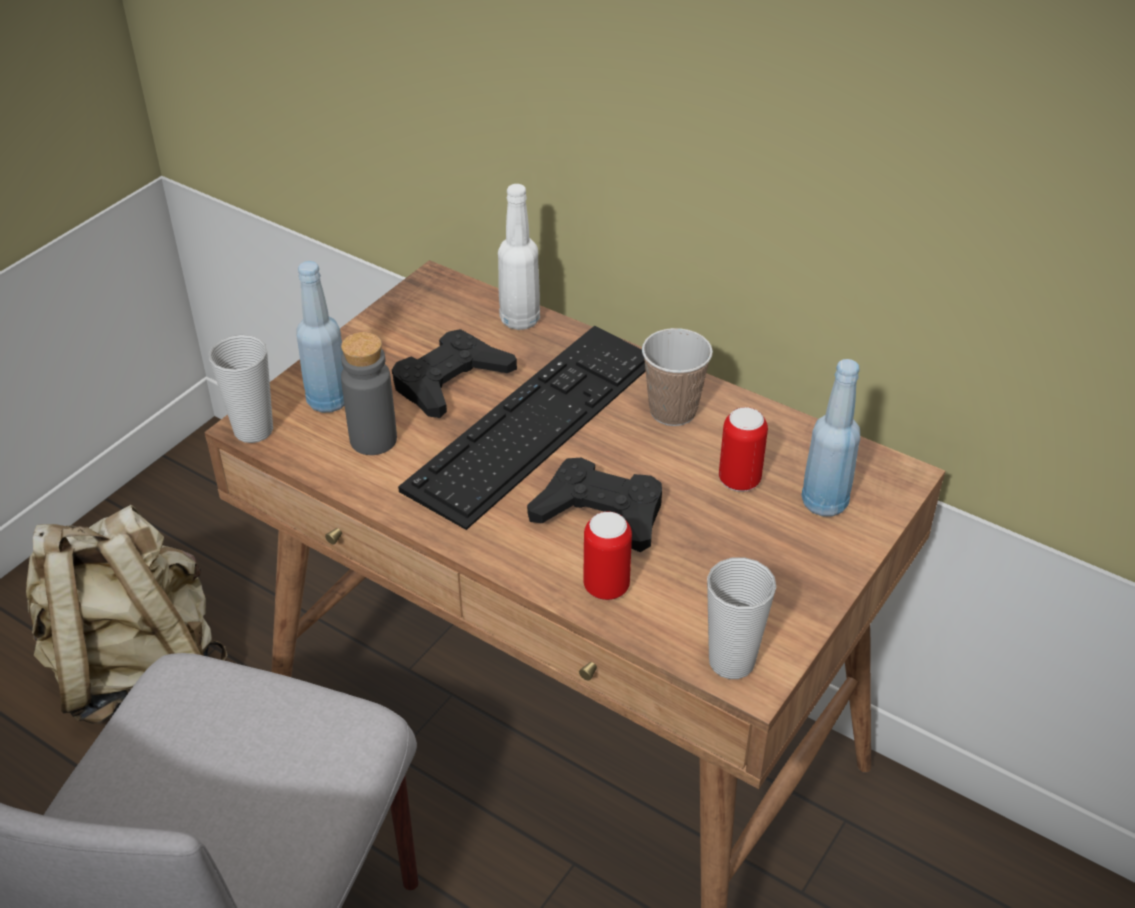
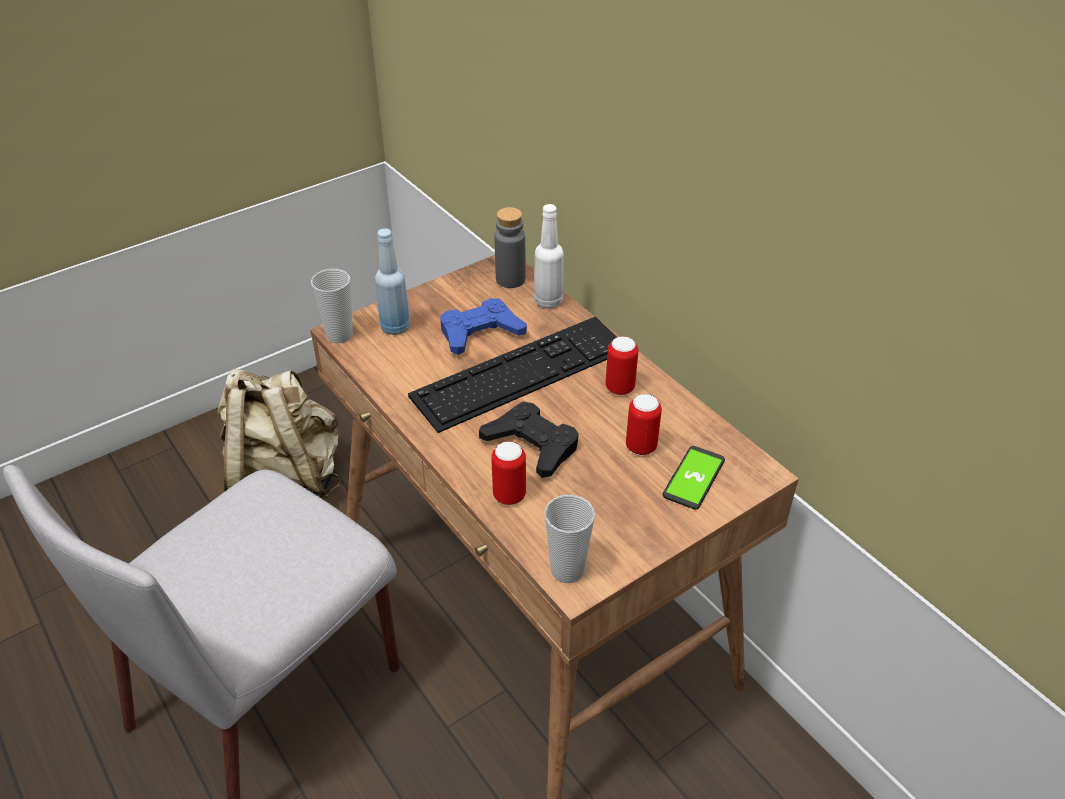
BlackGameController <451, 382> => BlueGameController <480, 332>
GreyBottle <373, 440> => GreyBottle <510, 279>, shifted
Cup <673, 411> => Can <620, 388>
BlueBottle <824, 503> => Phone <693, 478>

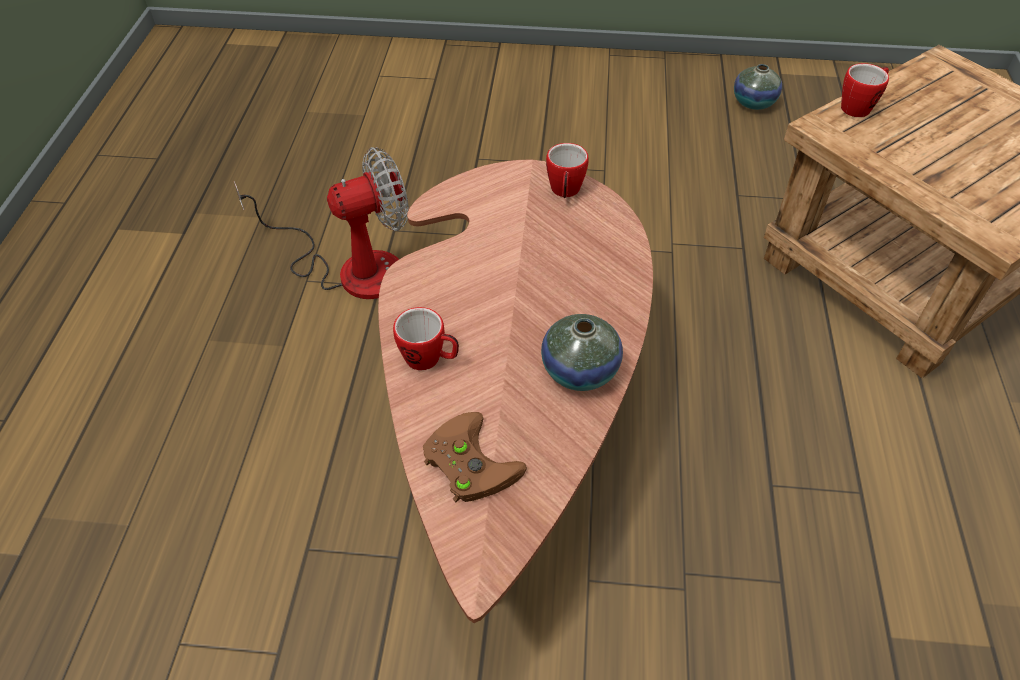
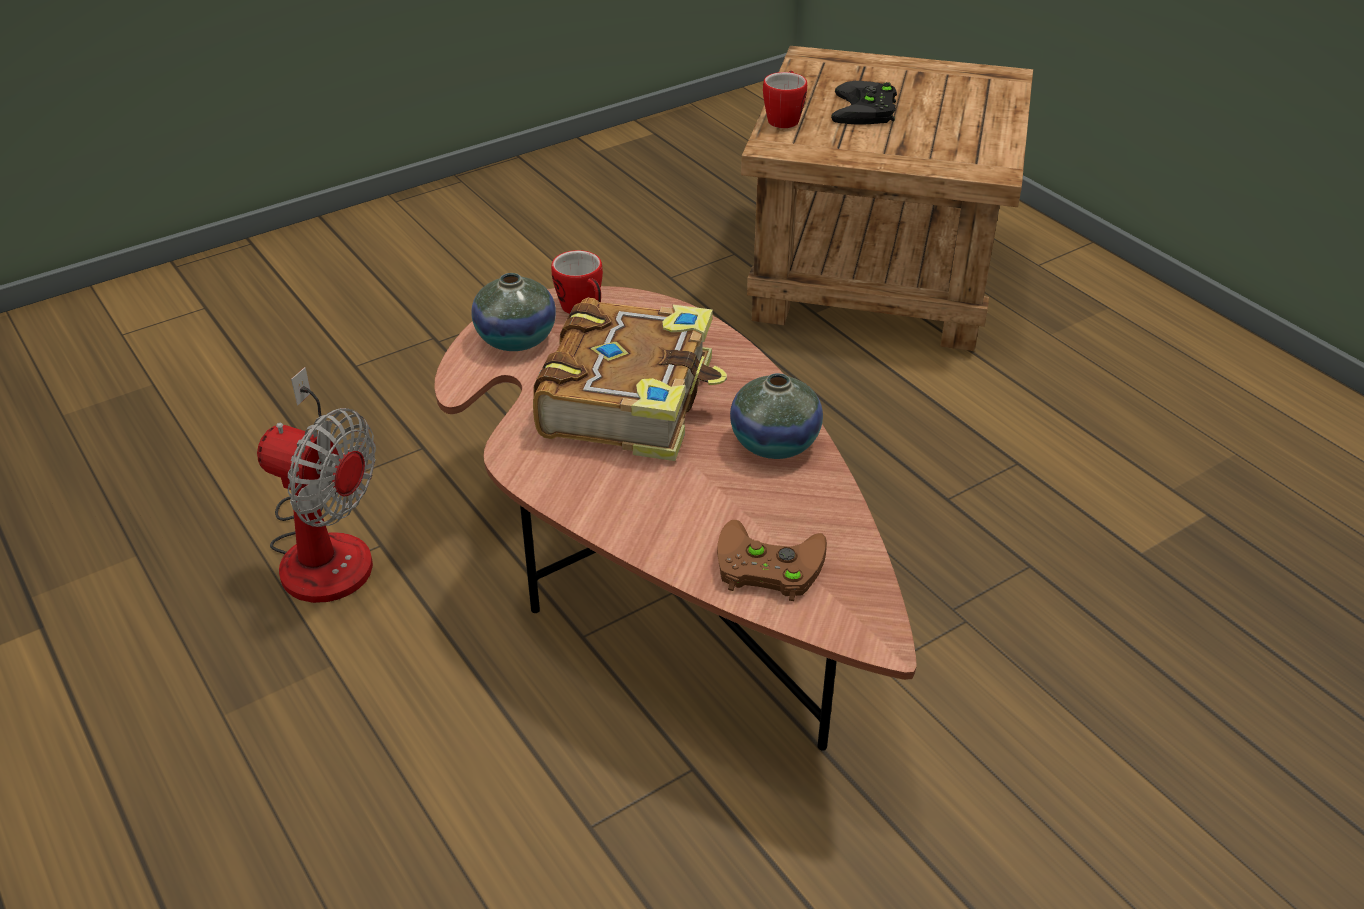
Fan <351, 268> => Fan <326, 545>, 90 degrees clockwise
Vase <753, 102> => Vase <516, 339>, shifted
nothing => Book <631, 399>
nothing => BlackGameController <867, 110>
Mug <430, 359> => nothing

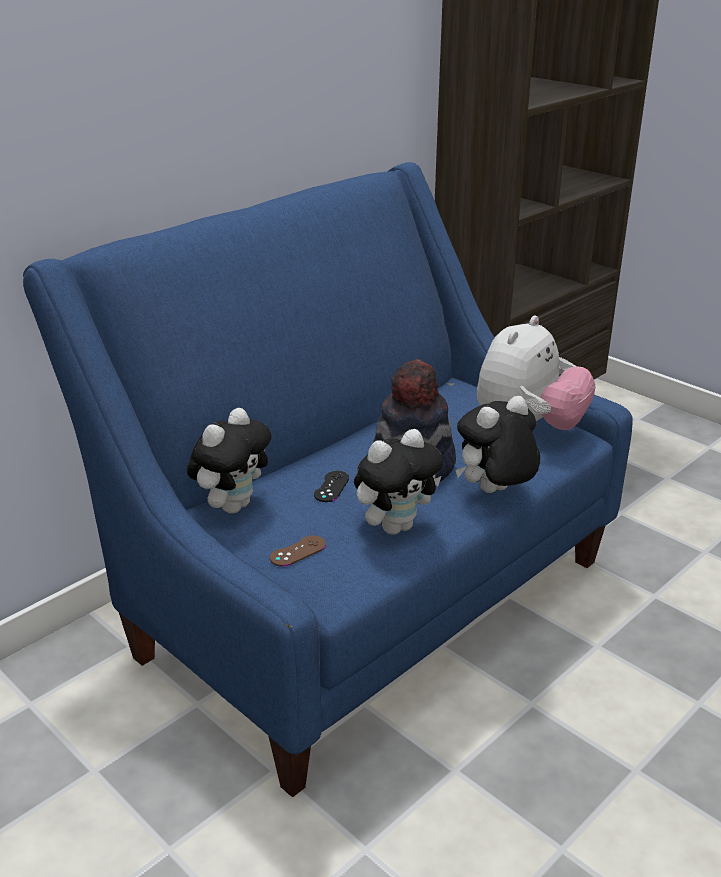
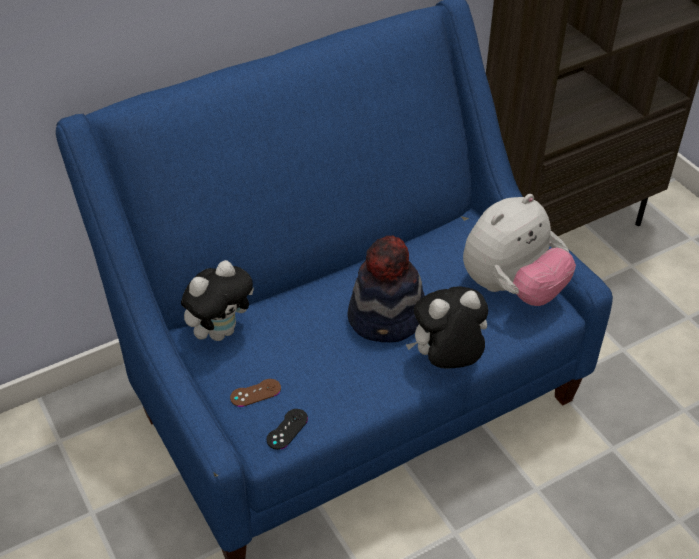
BlackGameController <331, 487> => BlackGameController <287, 429>, shifted
PlushToy <396, 526> => nothing

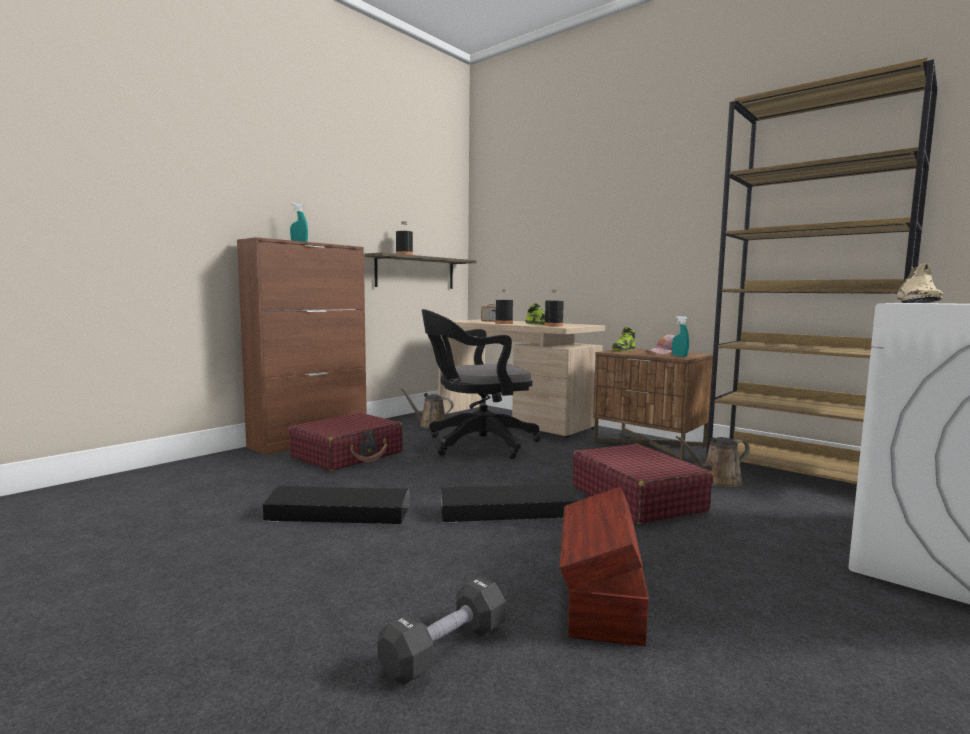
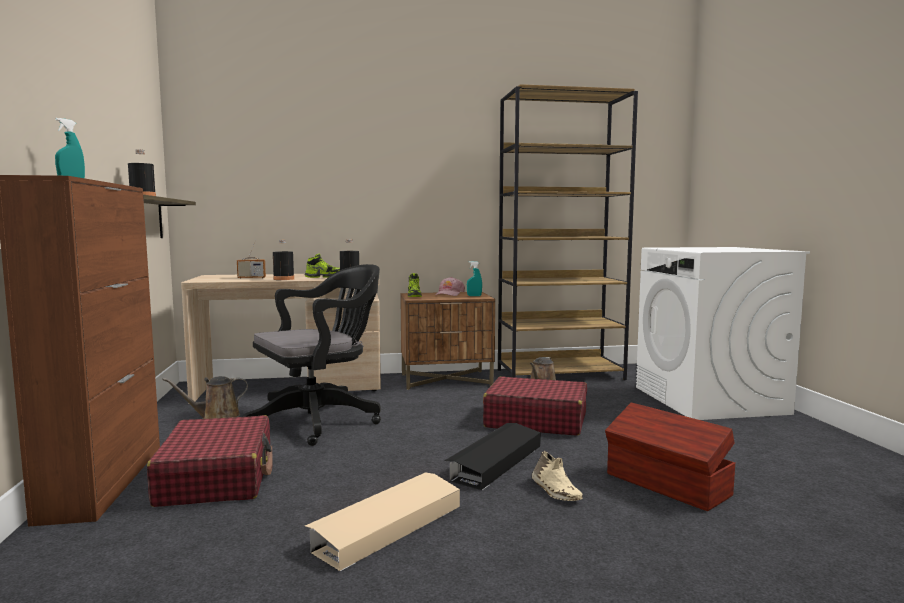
BlackOfficeChair <476, 444> => BlackOfficeChair <320, 420>, 150 degrees counterclockwise
BlackStorageBox <338, 514> => BeigeStorageBox <387, 527>
BeigeShoe <916, 302> => BeigeShoe <555, 491>, shifted
BlackDumbbell <445, 649> => nothing

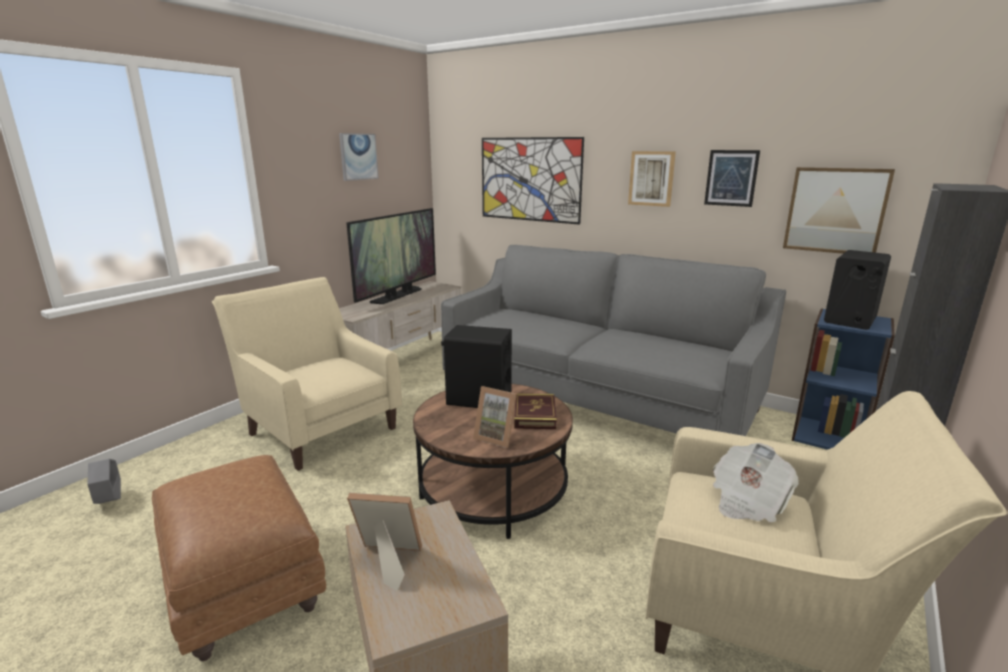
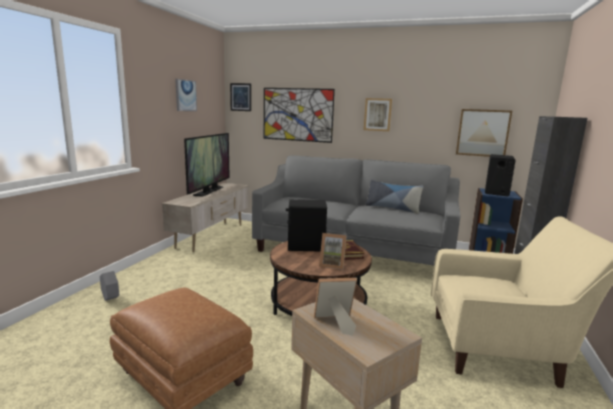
GreyPlanter <110, 501> => GreyPlanter <110, 299>, shifted
Picture <731, 178> => Picture <240, 97>, shifted
nothing => Pillow <392, 208>
BeigeArmchair <318, 427> => nothing
Newspaper <747, 501> => nothing

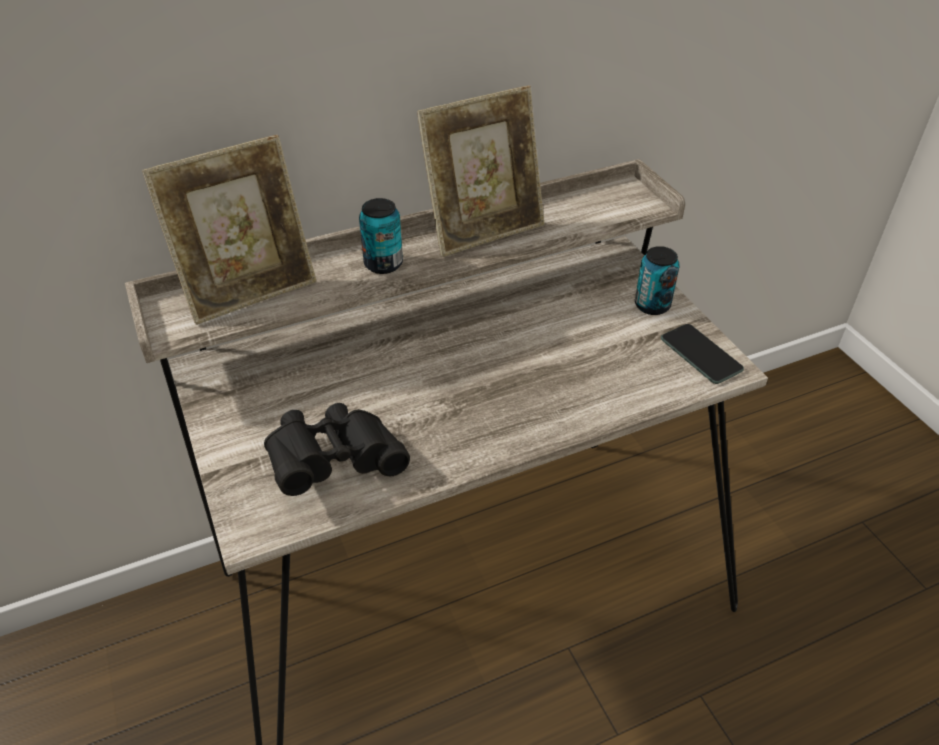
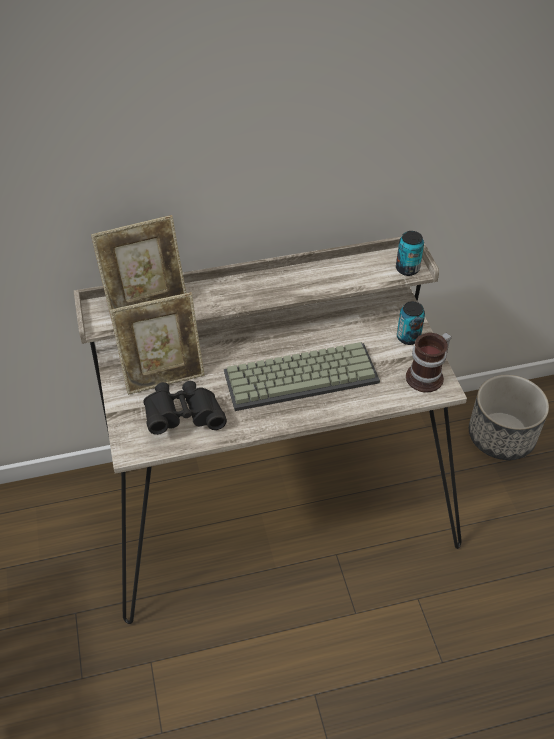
PictureFrame <484, 229> => PictureFrame <163, 374>, shifted
nothing => Keyboard <302, 375>
Can <383, 264> => Can <407, 269>, shifted
Phone <701, 354> => Mug <428, 376>
nothing => Planter <501, 436>

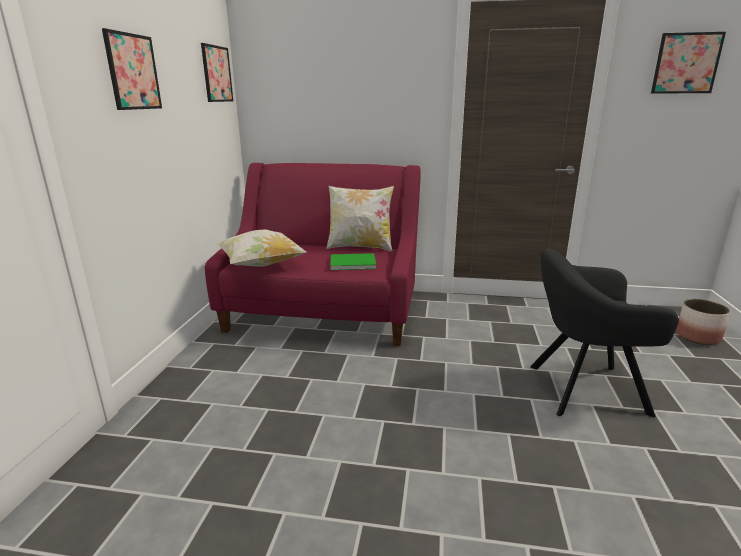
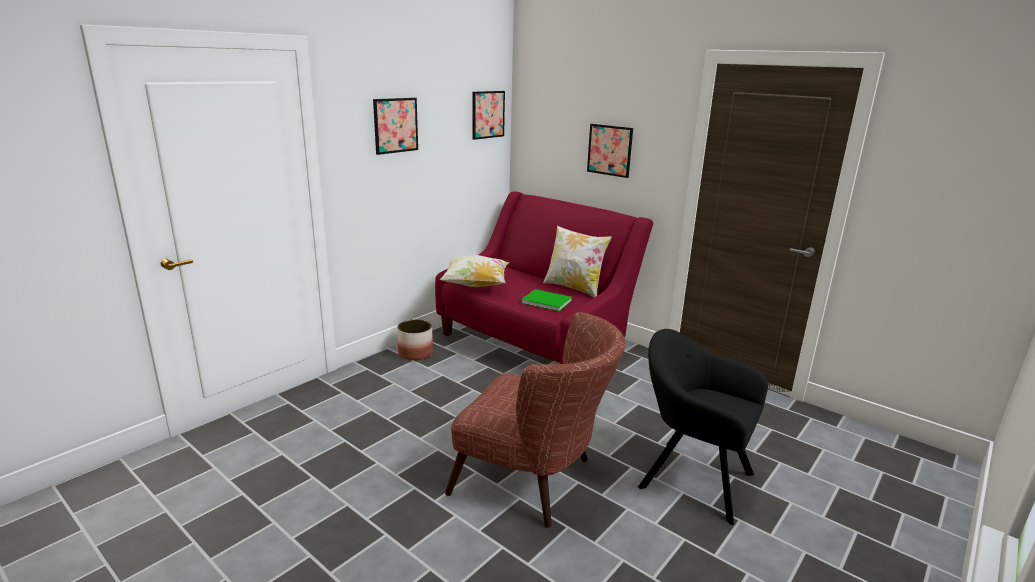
Planter <697, 336> => Planter <415, 353>, shifted
nothing => BrownArmchair <535, 481>
Picture <686, 63> => Picture <609, 150>, shifted

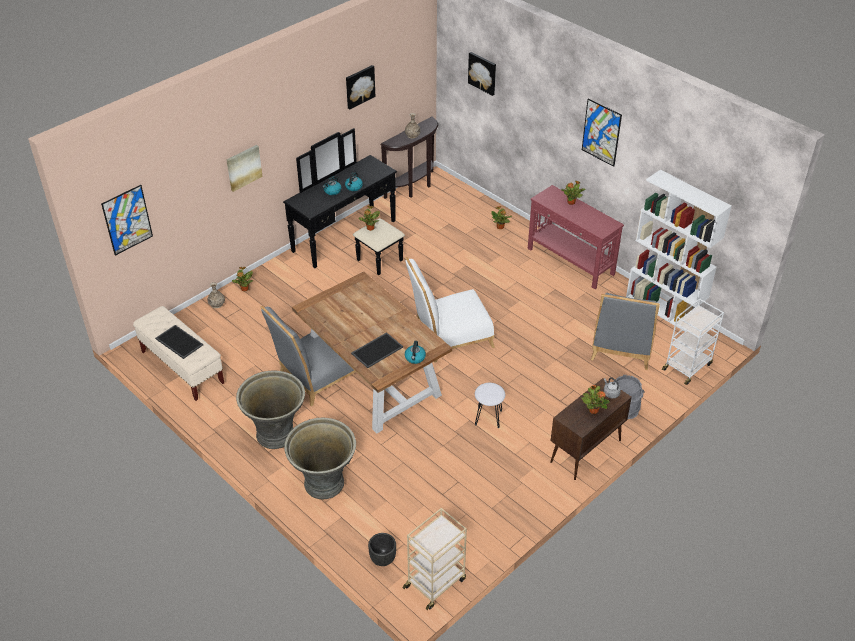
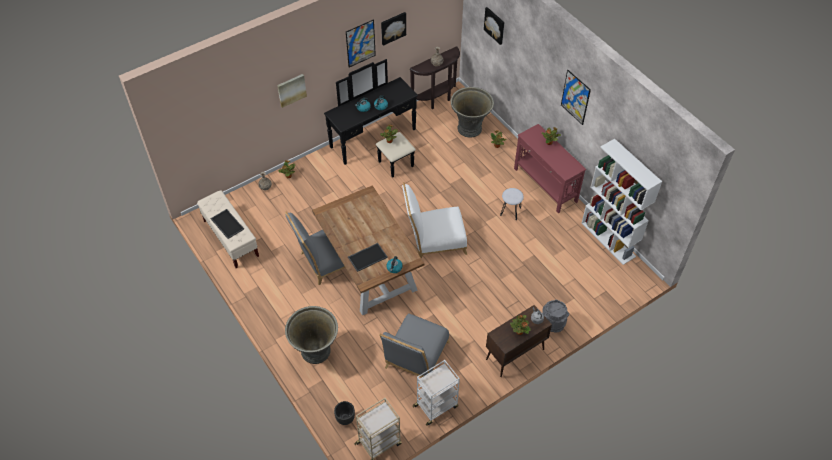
Picture <127, 220> => Picture <360, 43>, shifted
GreyChair <622, 346> => GreyChair <415, 358>, shifted
WhiteCart <687, 366> => WhiteCart <436, 406>, shifted
GreyPlanter <276, 434> => GreyPlanter <470, 128>, shifted
WhiteStool <488, 417> => WhiteStool <510, 211>, shifted

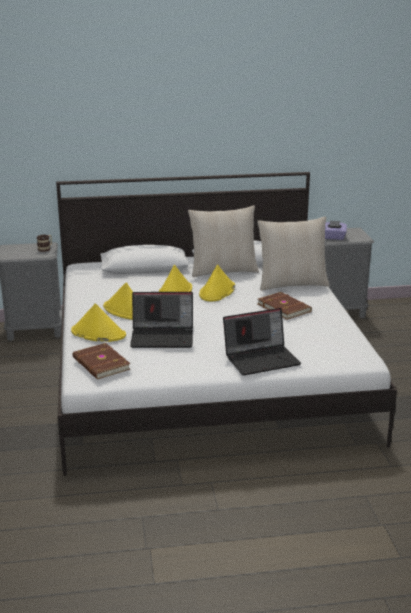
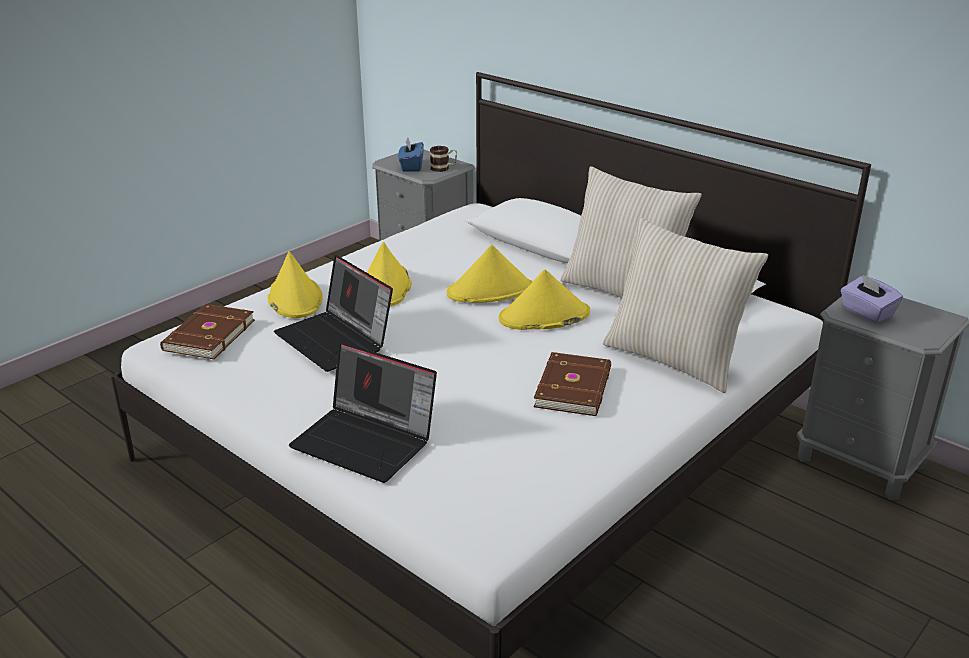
nothing => BlueTissueBox <411, 166>

